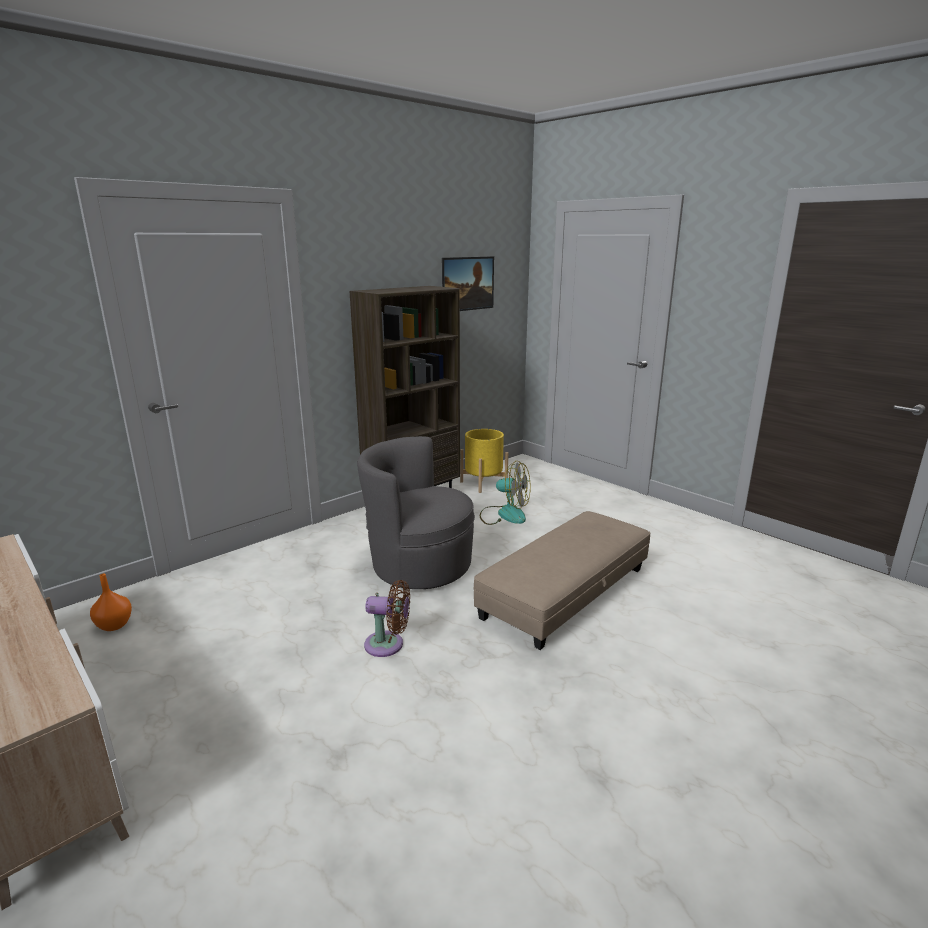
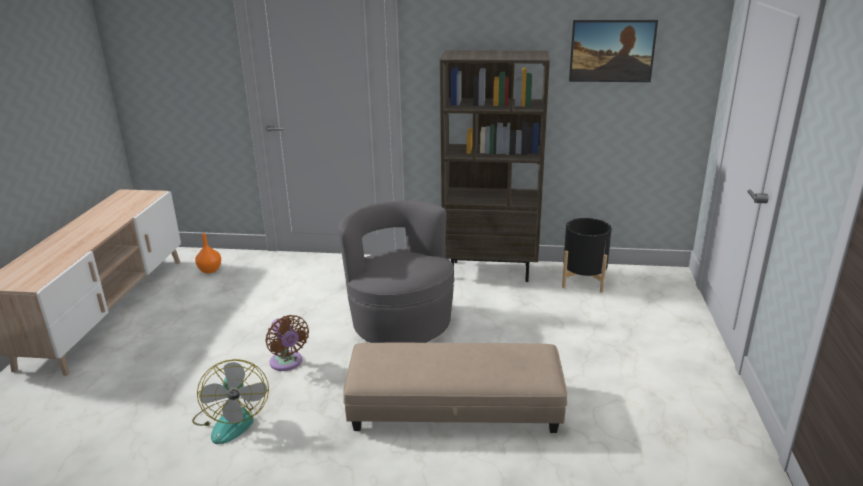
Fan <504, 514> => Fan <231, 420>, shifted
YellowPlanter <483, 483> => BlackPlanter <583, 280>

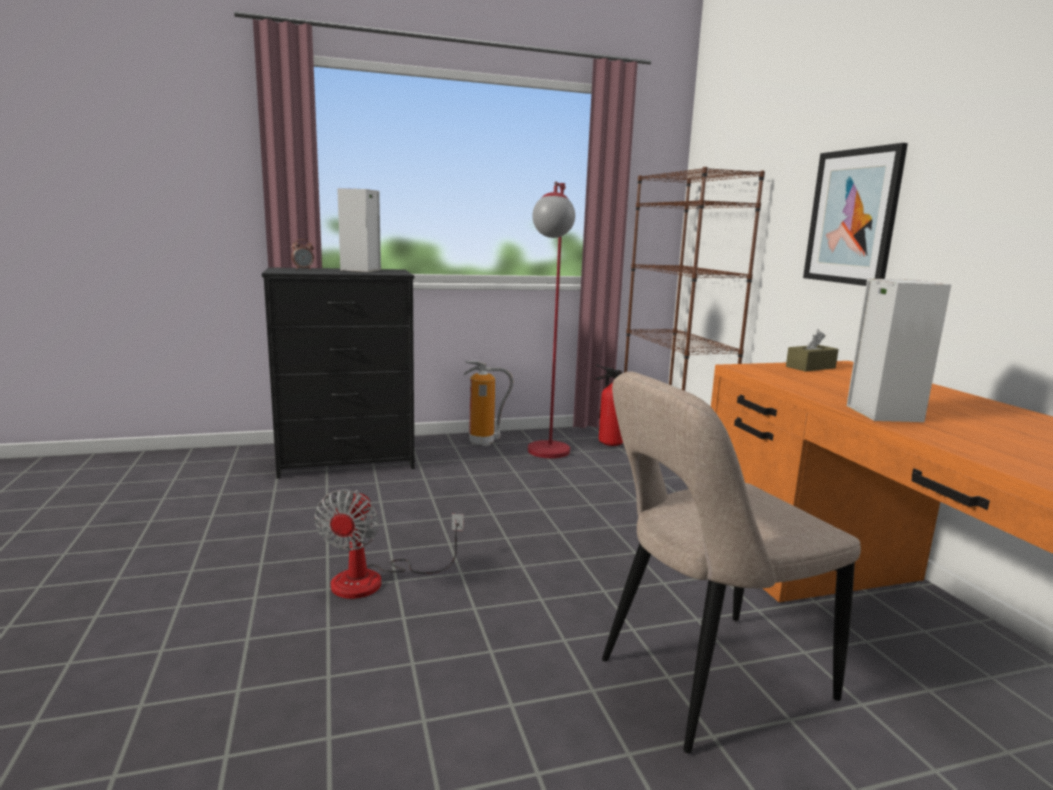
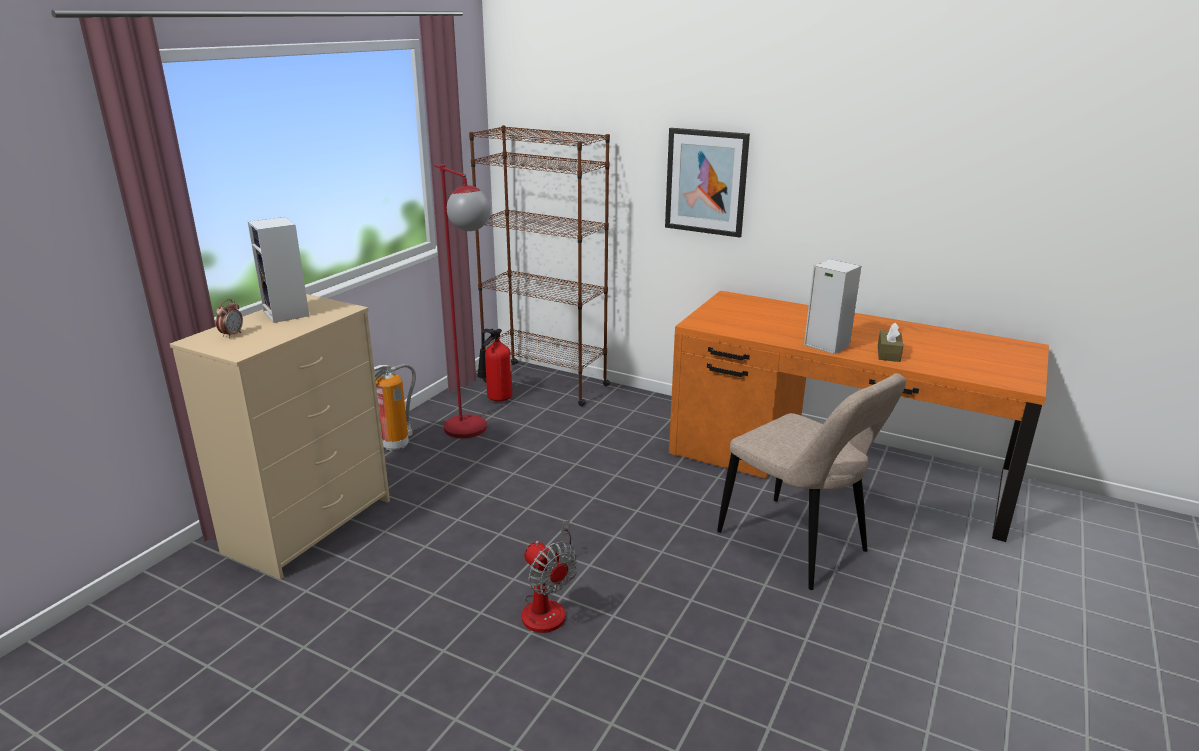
BlackDresser <347, 460> => BeigeDresser <310, 525>
BeigeChair <705, 681> => BeigeChair <797, 545>, 60 degrees counterclockwise
BrownTissueBox <810, 367> => BrownTissueBox <888, 353>, shifted

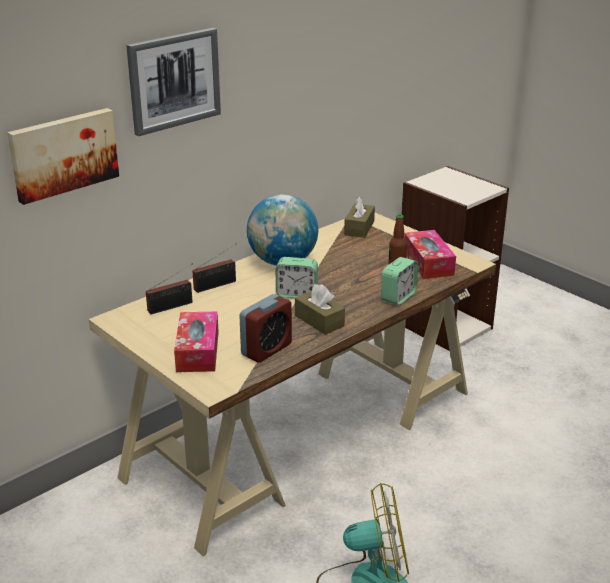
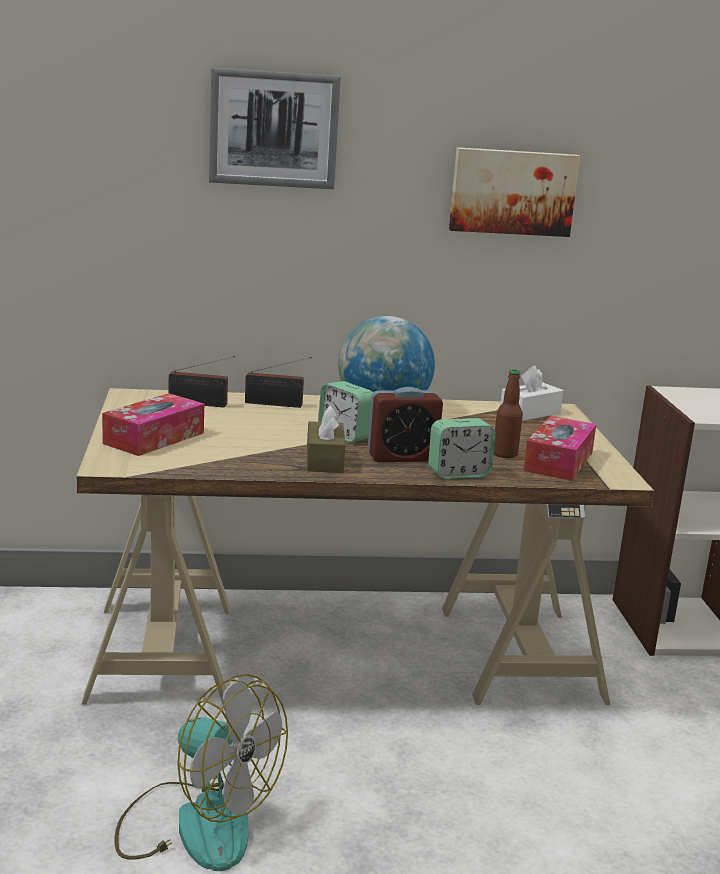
AlarmClock <266, 349> => AlarmClock <402, 457>, shifted
Picture <63, 154> => Picture <512, 192>, shifted
BrownTissueBox <359, 228> => WhiteTissueBox <530, 413>

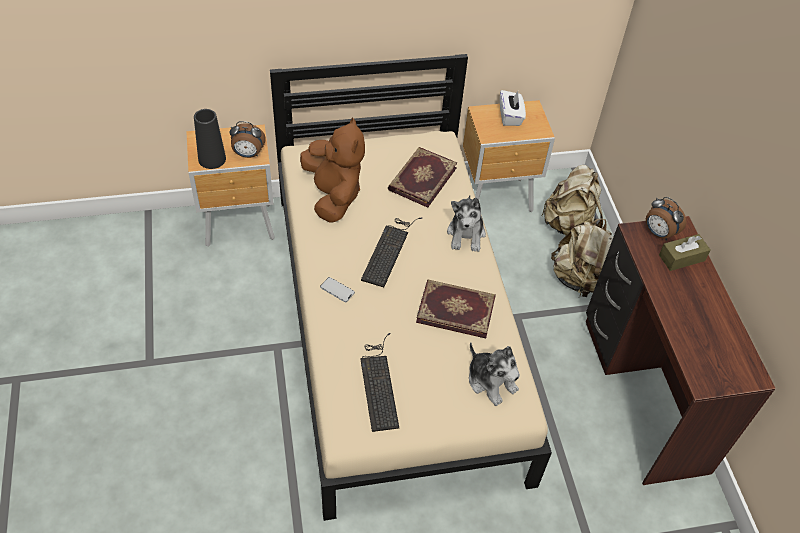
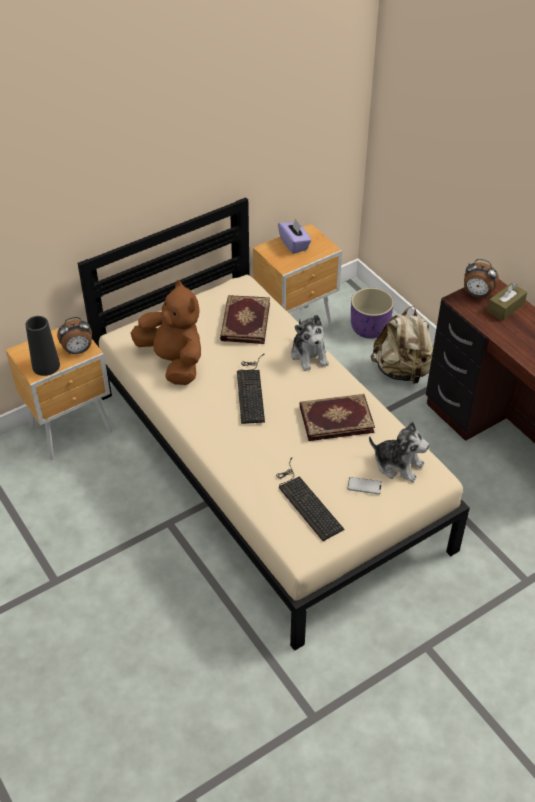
WhiteTissueBox <510, 116> => PurpleTissueBox <294, 244>
Phone <337, 290> => Phone <364, 486>, shifted
BeigeBackpack <569, 225> => PurplePlanter <370, 329>

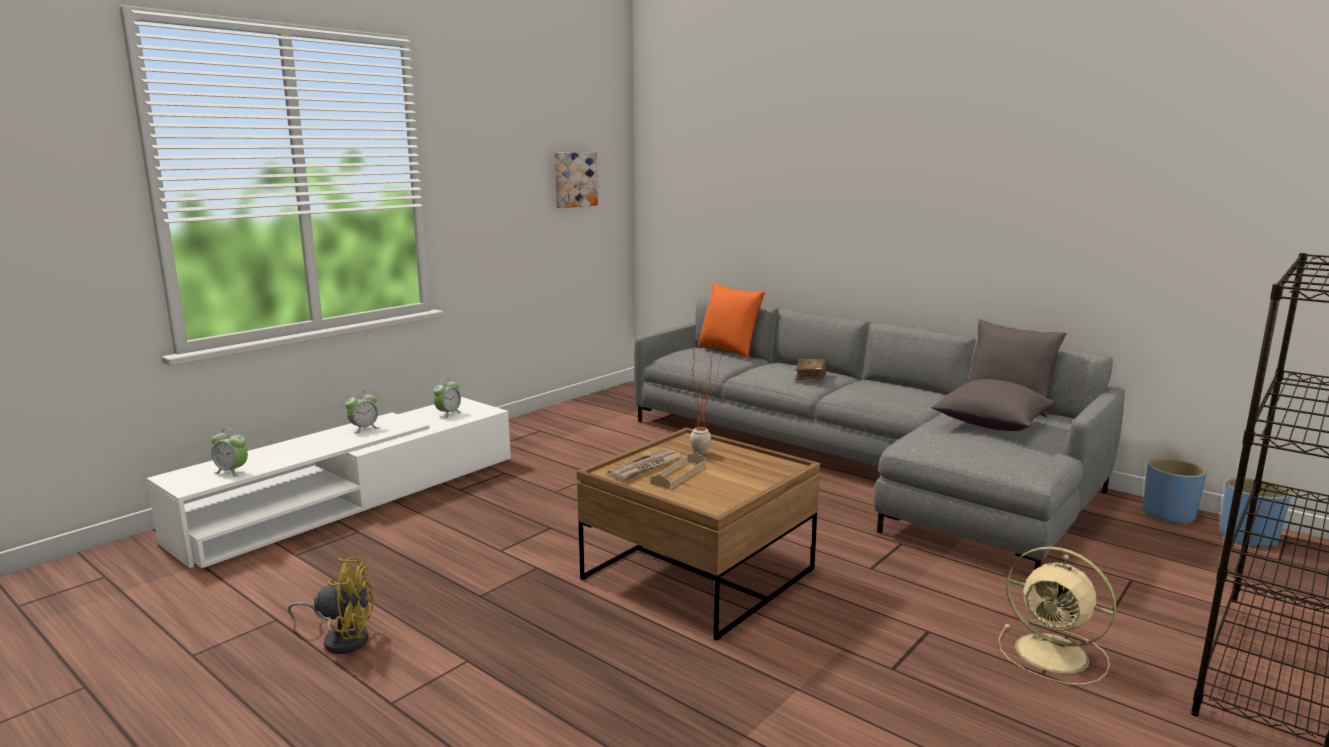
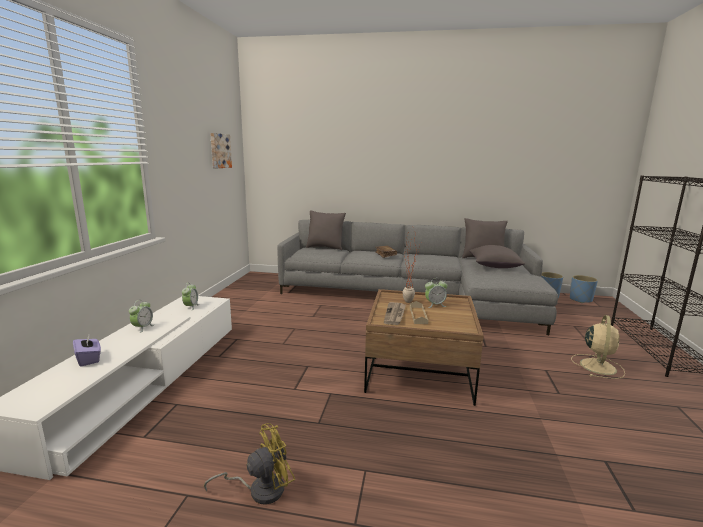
nothing => PurpleTissueBox <89, 359>
OrangePillow <729, 351> => GreyPillow <325, 248>
AlarmClock <232, 471> => AlarmClock <435, 305>, shifted
BeigeFan <1054, 654> => BeigeFan <597, 366>, 75 degrees counterclockwise

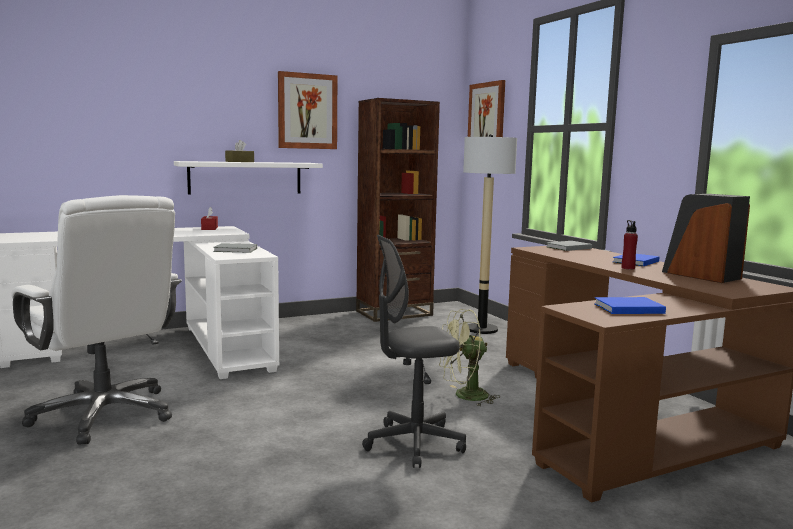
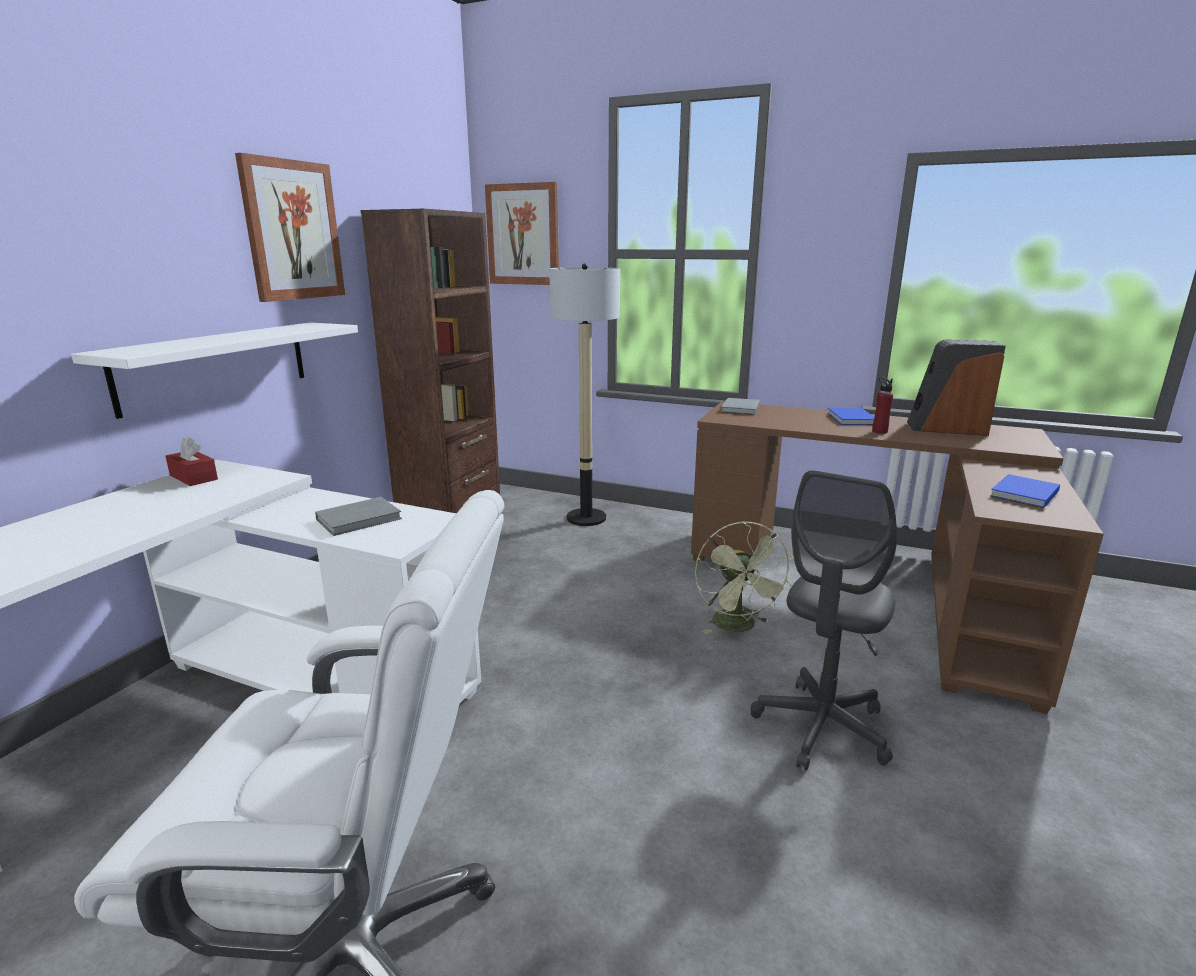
GreenFan <464, 396> => GreenFan <738, 627>, 45 degrees counterclockwise
BrownTissueBox <239, 161> => nothing

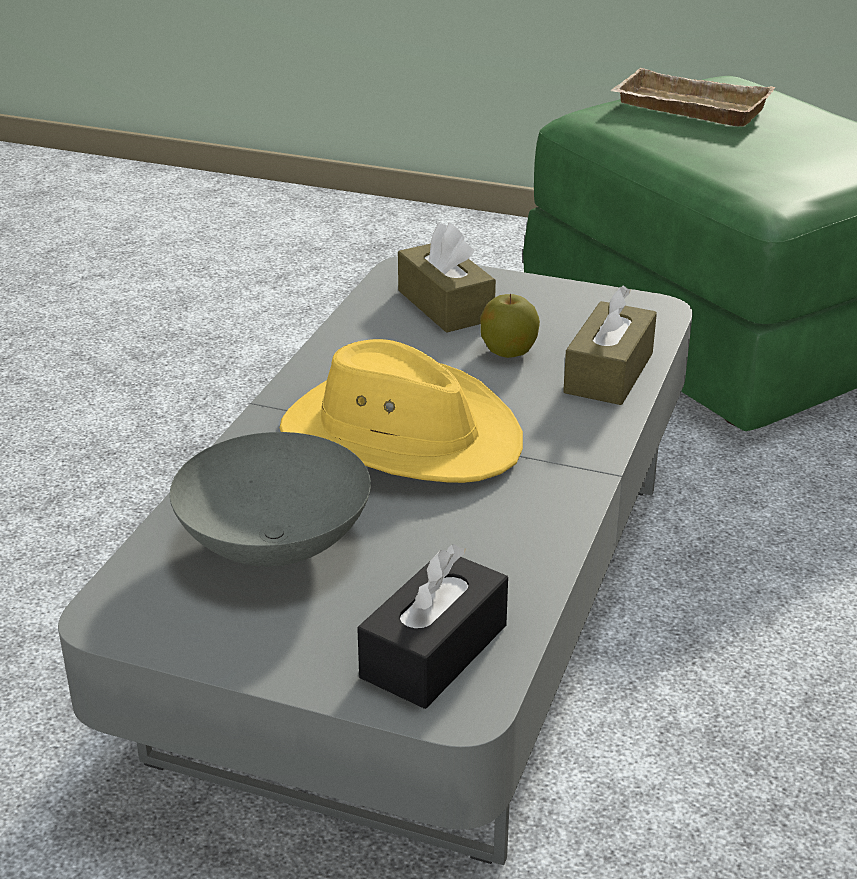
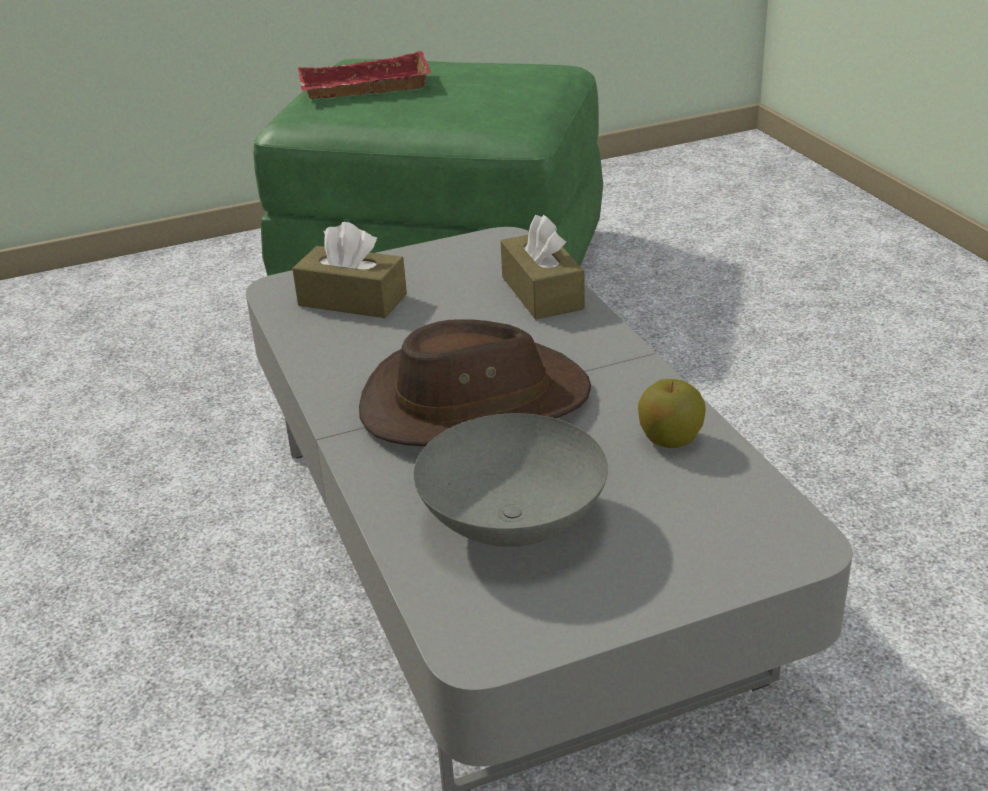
BeigeTray <687, 109> => RedTray <363, 88>
YellowHat <400, 436> => BrownHat <473, 402>
Apple <508, 352> => Apple <670, 440>, shifted
BlackTissueBox <434, 651> => nothing

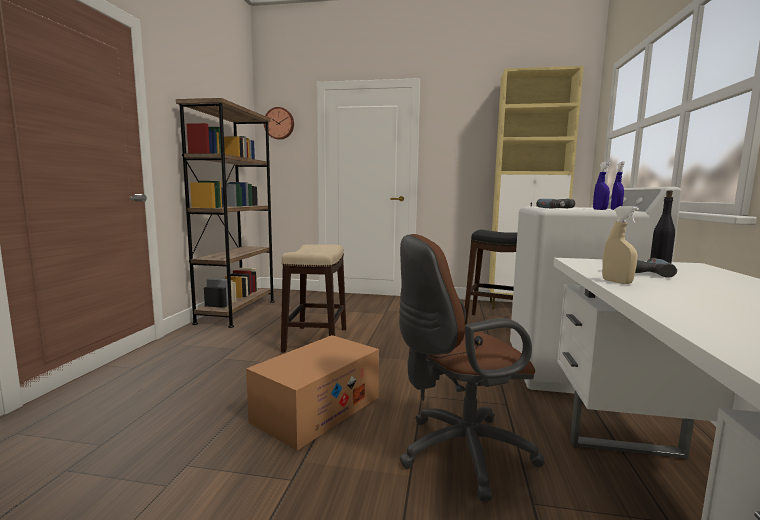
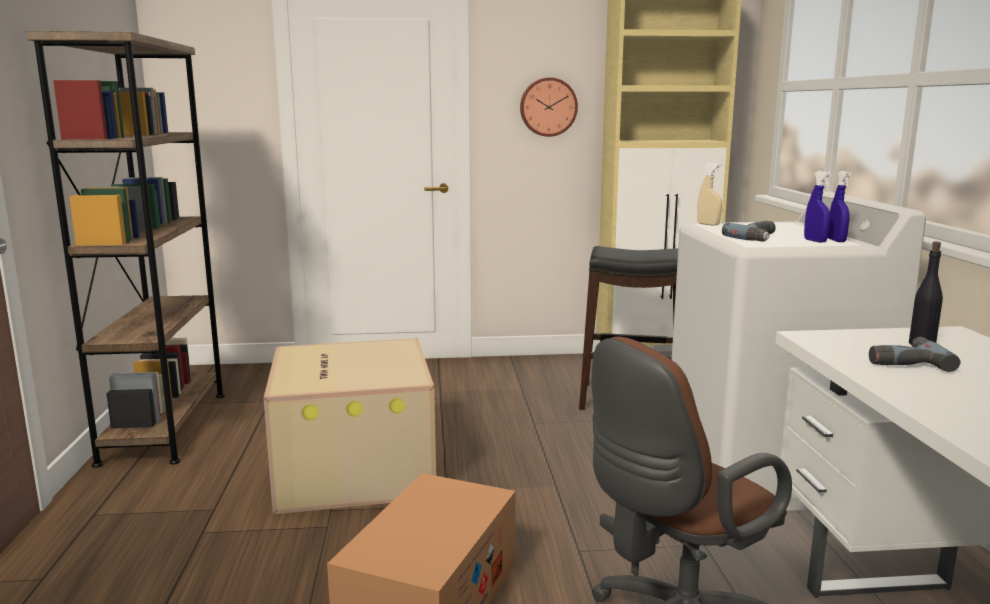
Stool <316, 339> => CardboardBox <352, 468>
WallClock <279, 123> => WallClock <548, 107>, shifted
BeigeSprayBottle <617, 282> => BeigeSprayBottle <708, 224>, shifted

